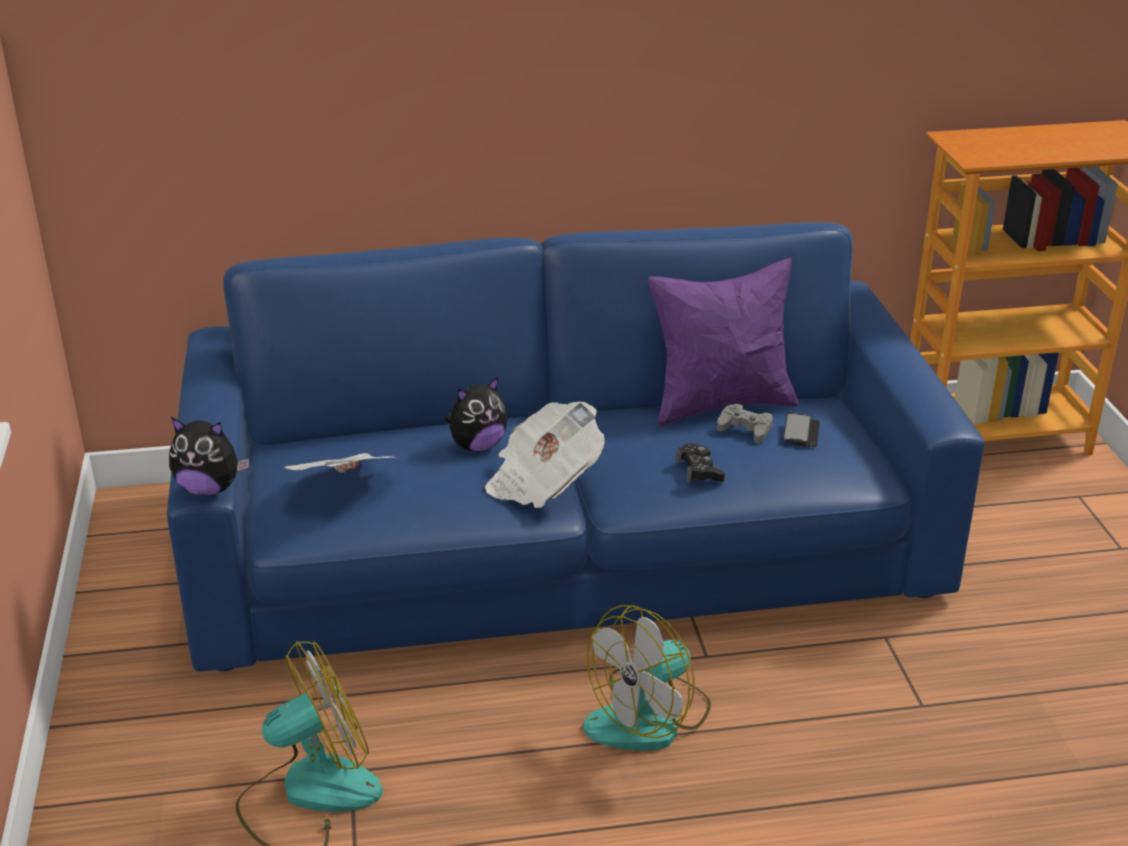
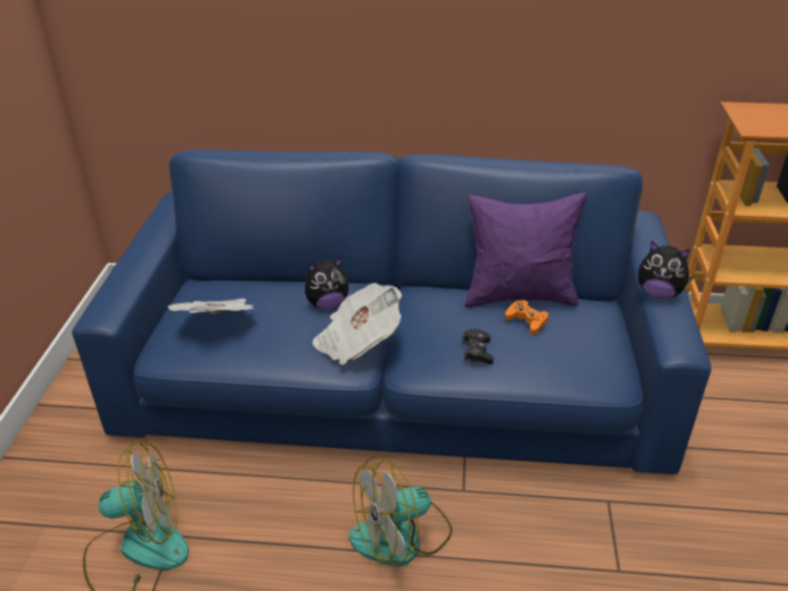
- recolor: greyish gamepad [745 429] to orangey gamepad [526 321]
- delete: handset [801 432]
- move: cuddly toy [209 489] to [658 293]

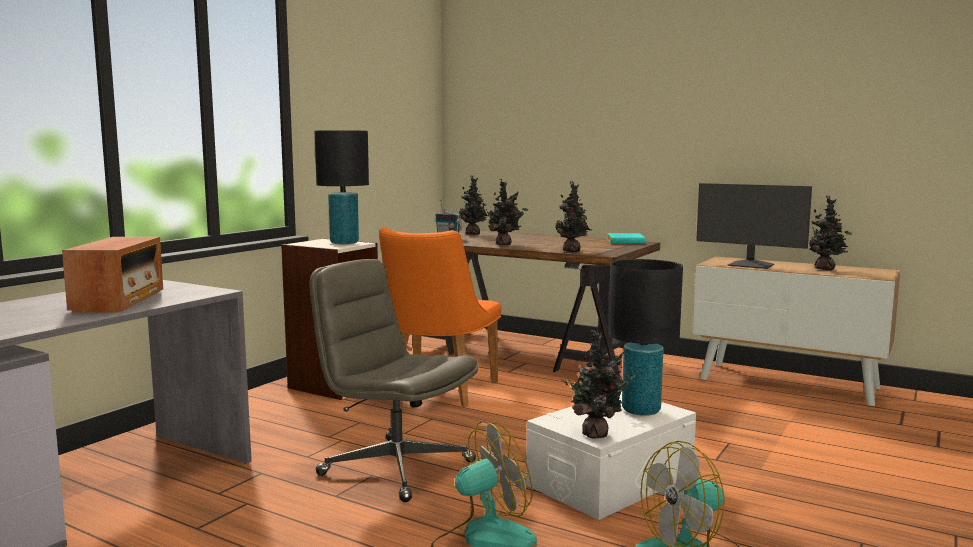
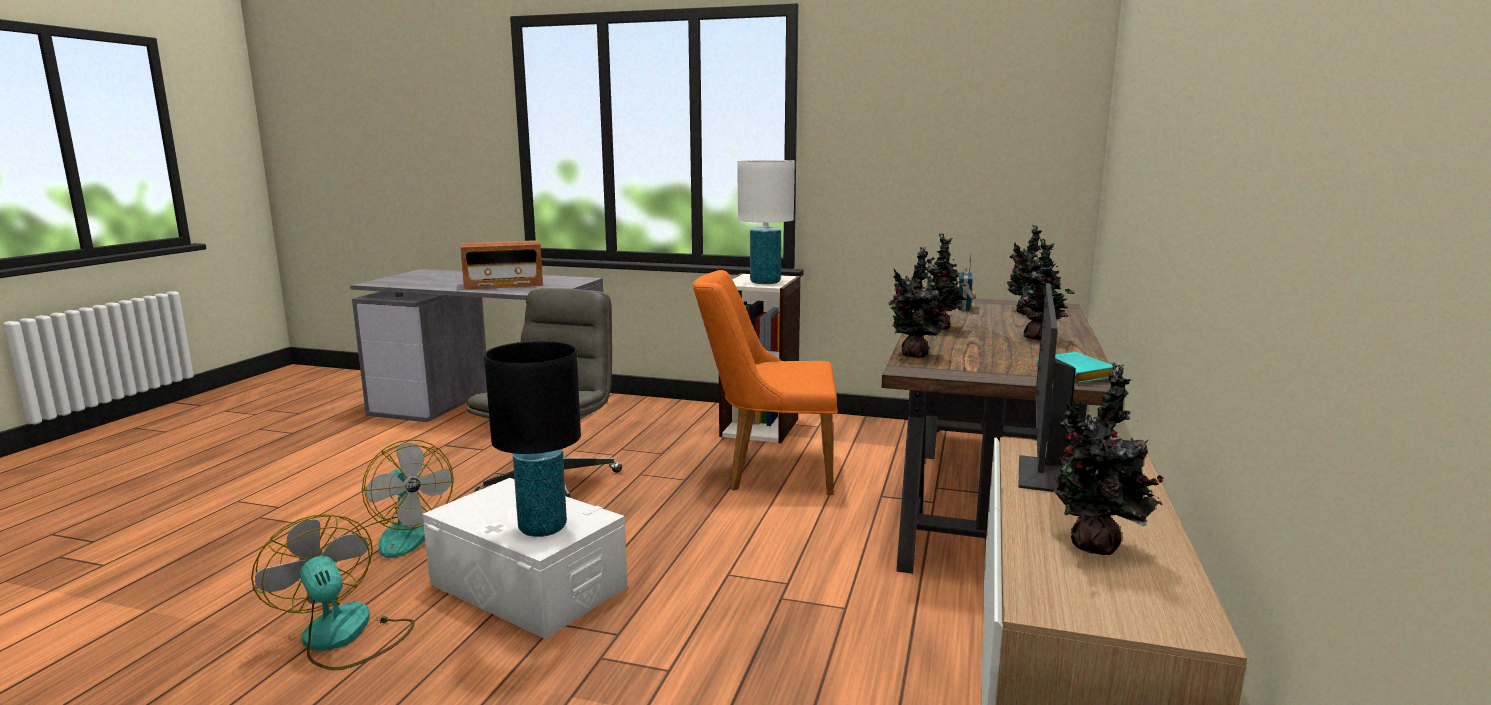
- recolor: black-coloured lamp for a table [344 243] to white-coloured lamp for a table [765 282]
- move: potted plant [597 434] to [1039 338]

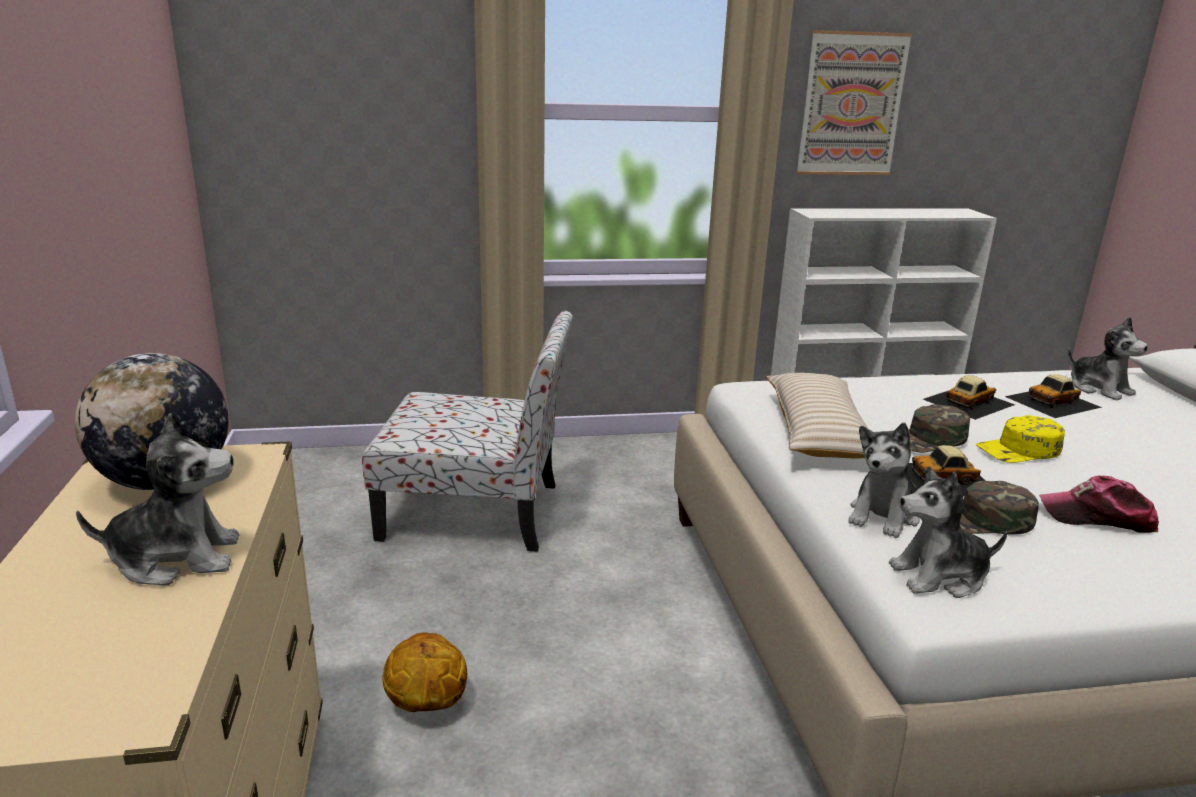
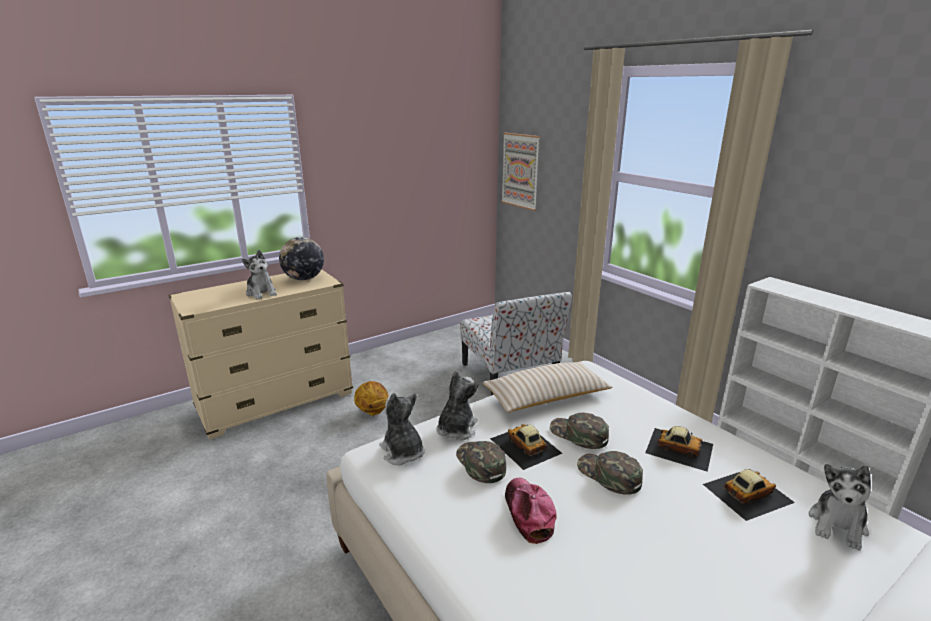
- move: wall picture [851 104] to [520 171]
- rotate: toy car [1053 402] = [747 493] 120 degrees clockwise
- recolor: yellowish peaked cap [1019 450] to green-coloured peaked cap [608 475]
- rotate: cuddly toy [884 515] = [456 429] 105 degrees clockwise

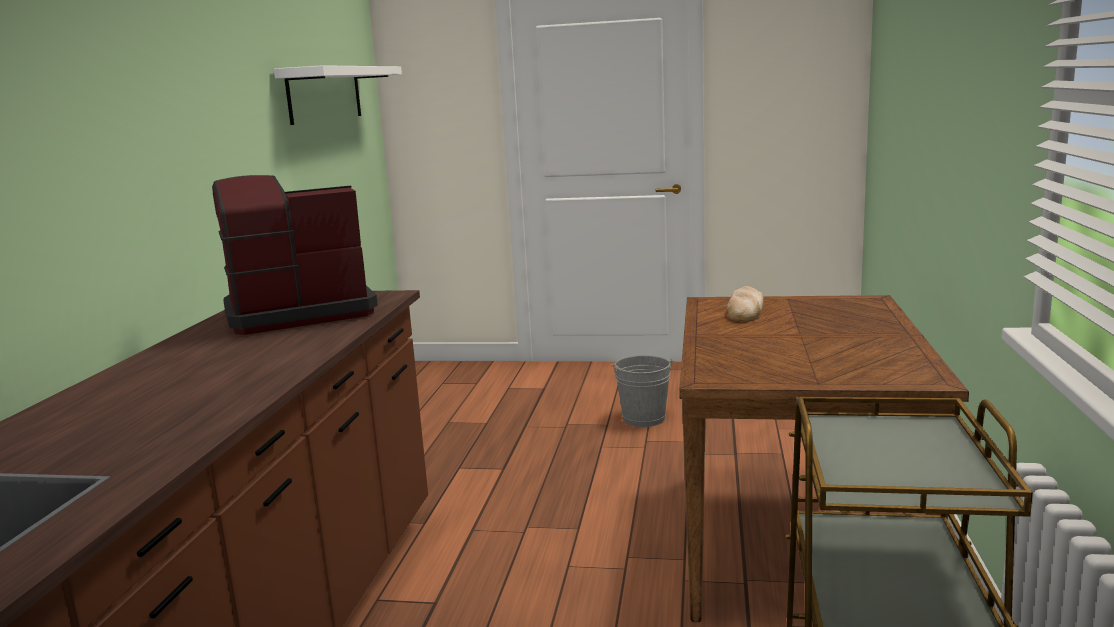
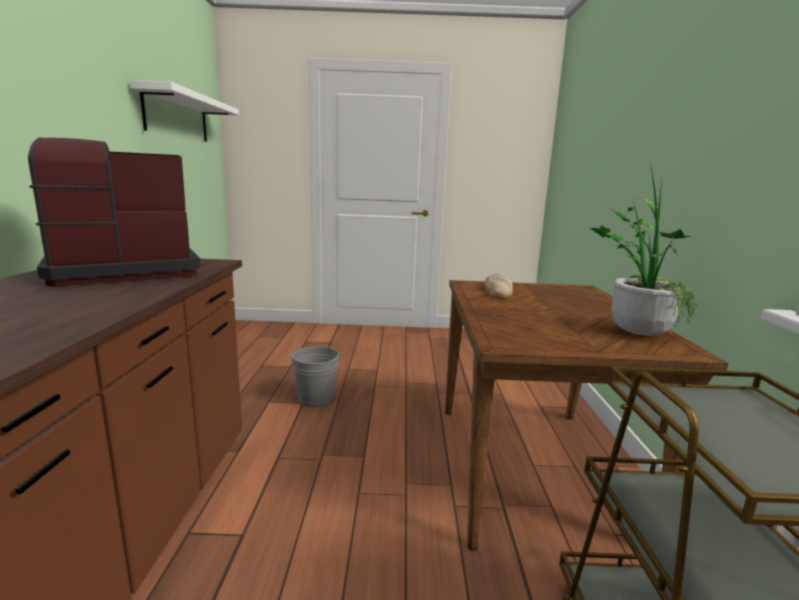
- move: greyish water bucket [643 418] to [316 399]
- insert: potted plant [632 329]

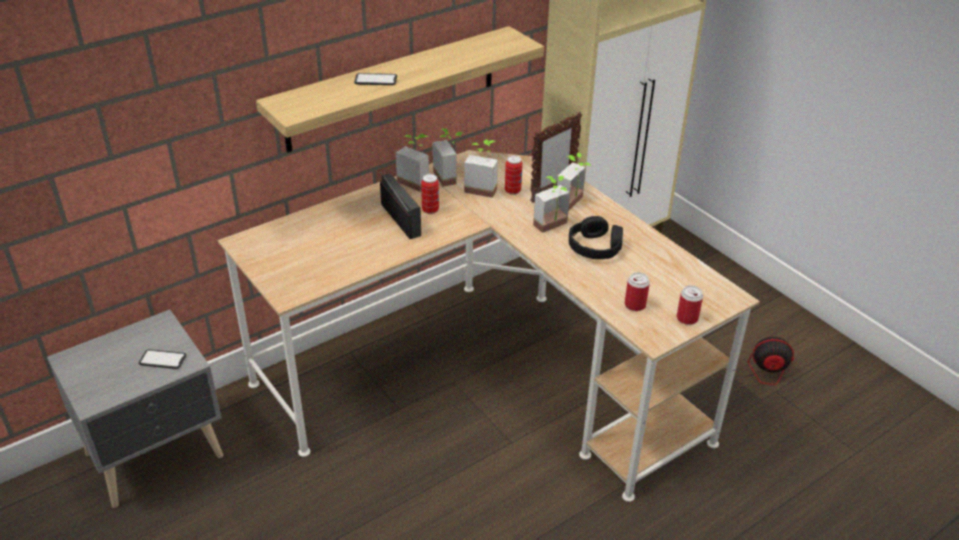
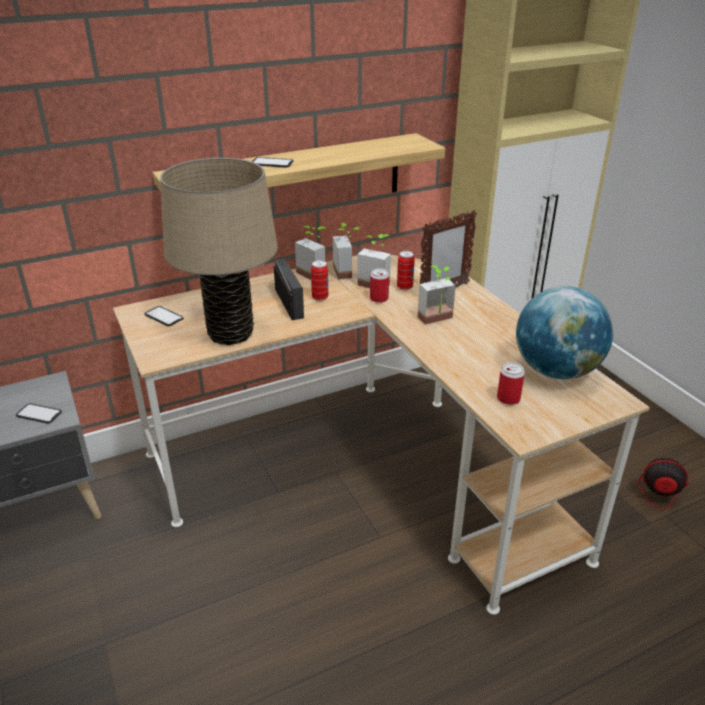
- delete: potted plant [574 203]
- delete: black-coloured headphones [595 247]
- move: sealed can [687 318] to [379 299]
- insert: sand-coloured lamp for a table [230 334]
- insert: desk globe [556 371]
- insert: handset [164 317]

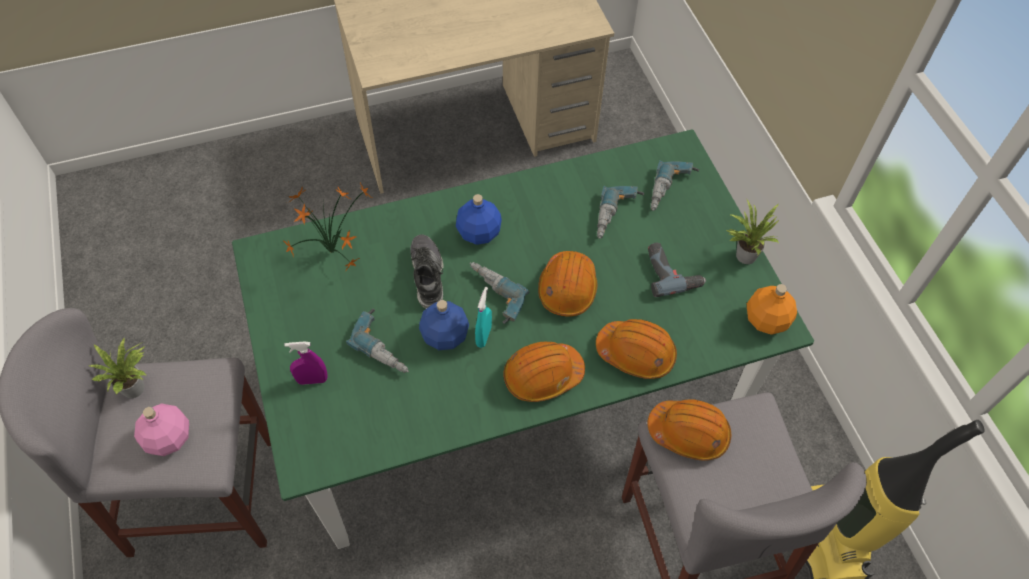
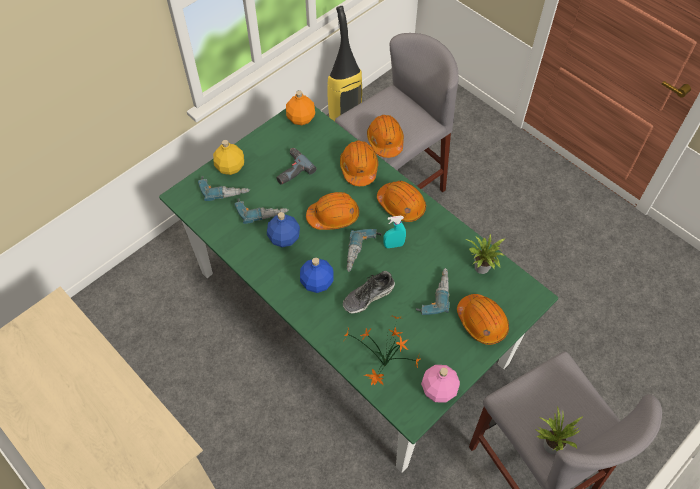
- move: potted plant [743 254] to [481 269]
- move: bluish bottle [444 336] to [284 238]
- replace: purplish hand sprayer [312 380] to orangey work helmet [482 322]
- move: pink bottle [168 438] to [439 390]
- insert: yellowish bottle [231 167]

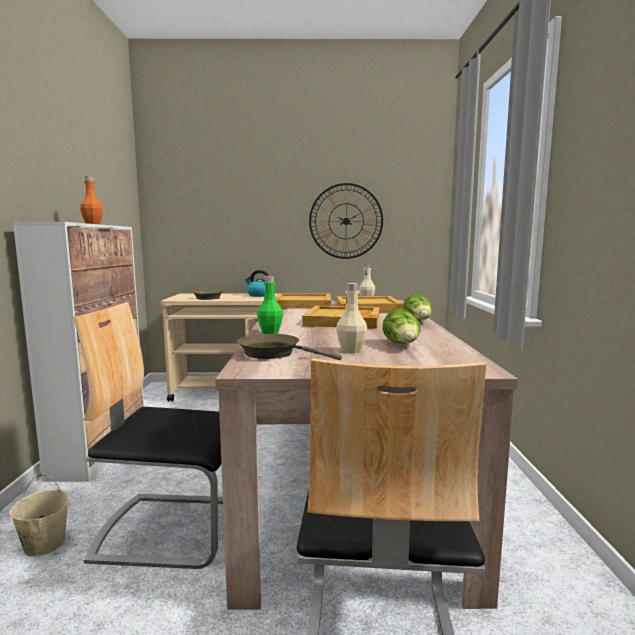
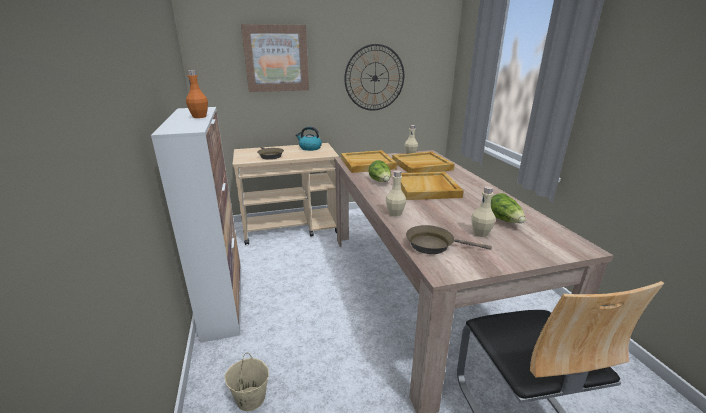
- recolor: green-coloured bottle [270 333] to sand-coloured bottle [395 213]
- move: lettuce head [418 322] to [380 181]
- delete: chair [171 527]
- insert: wall picture [276 58]

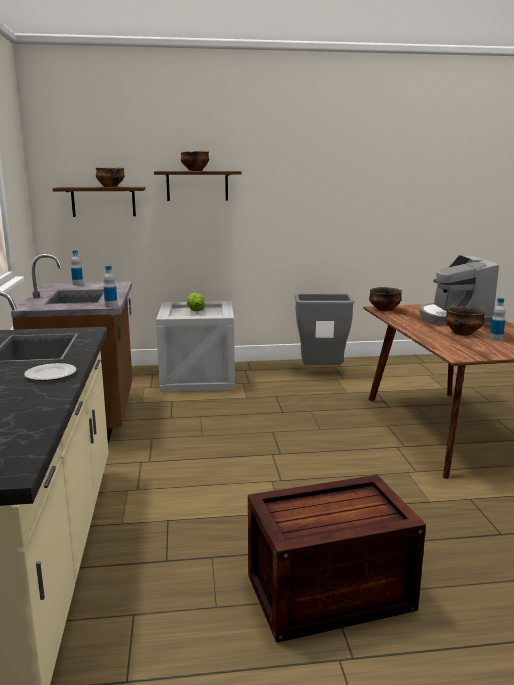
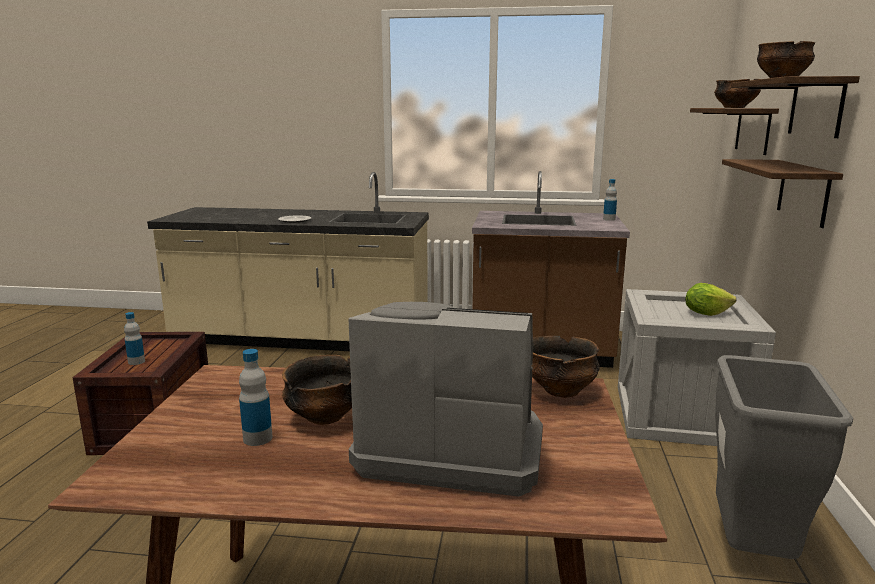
- move: bottle [111 306] to [136 362]
- insert: wall shelf [803 192]

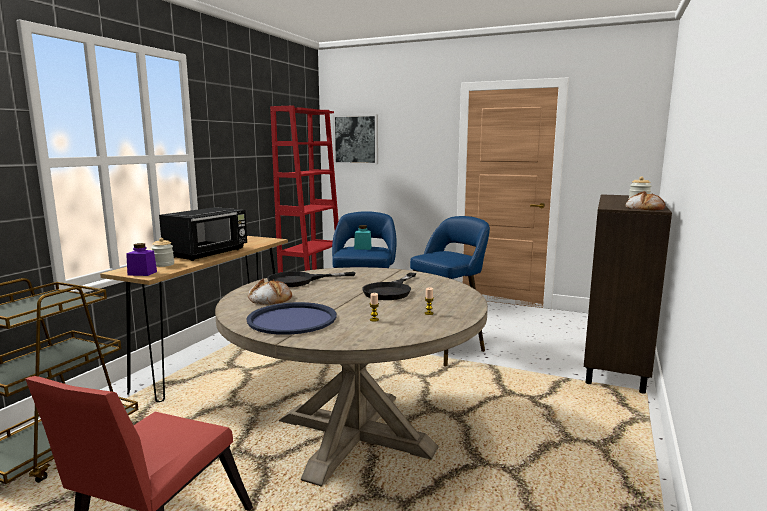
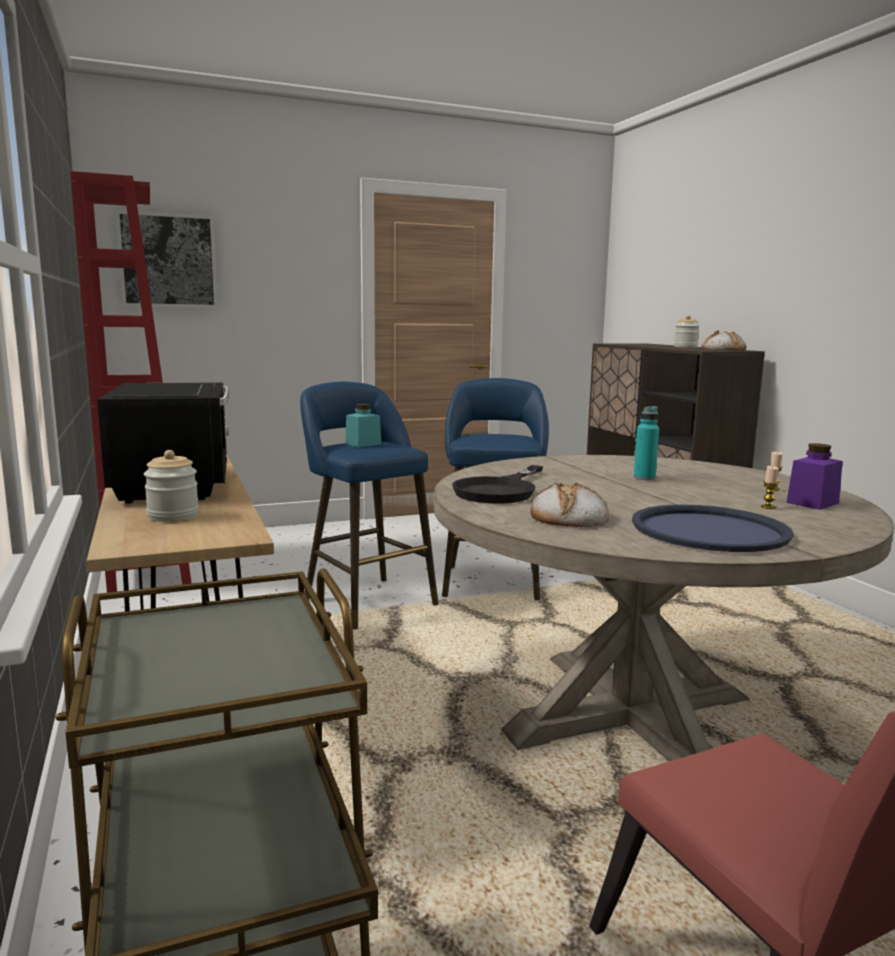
- move: purplish jar [142 273] to [812 503]
- replace: black-coloured skillet [390 291] to blue-green bottle [644 478]

